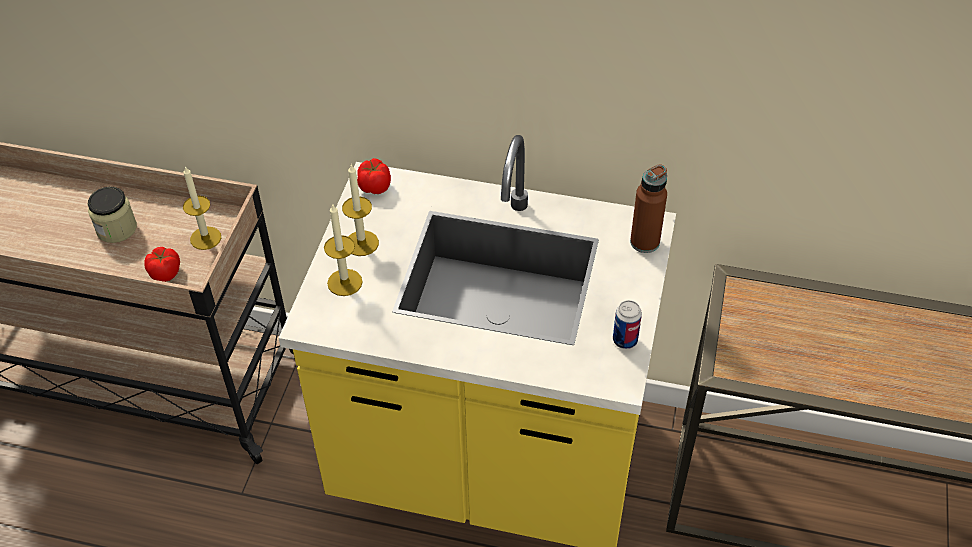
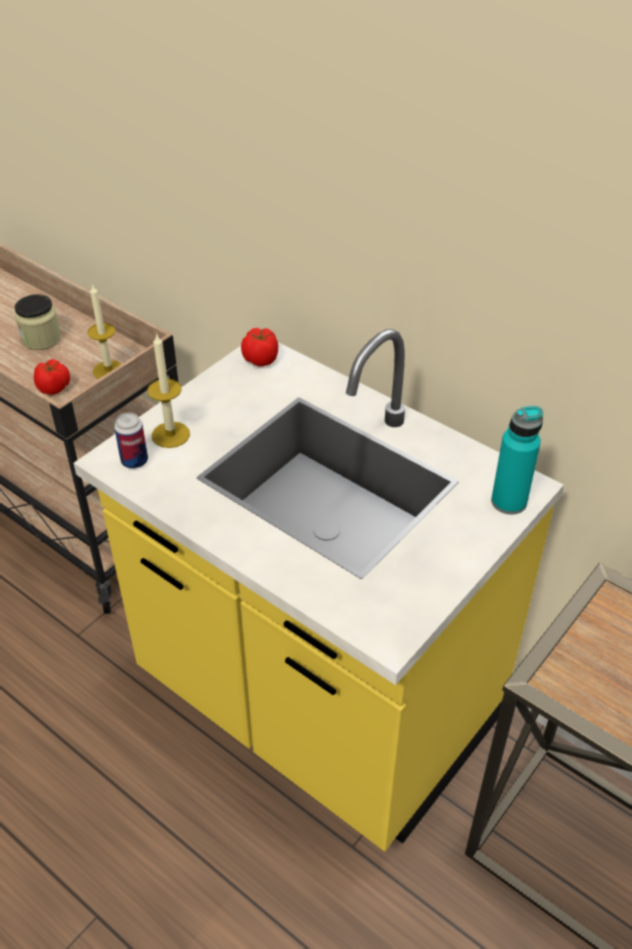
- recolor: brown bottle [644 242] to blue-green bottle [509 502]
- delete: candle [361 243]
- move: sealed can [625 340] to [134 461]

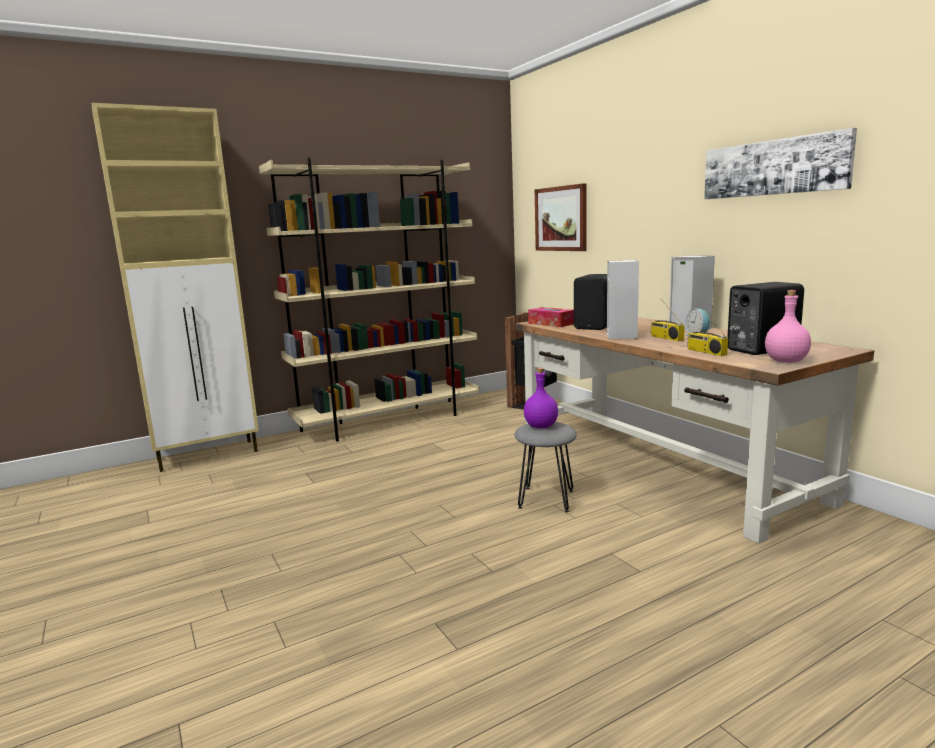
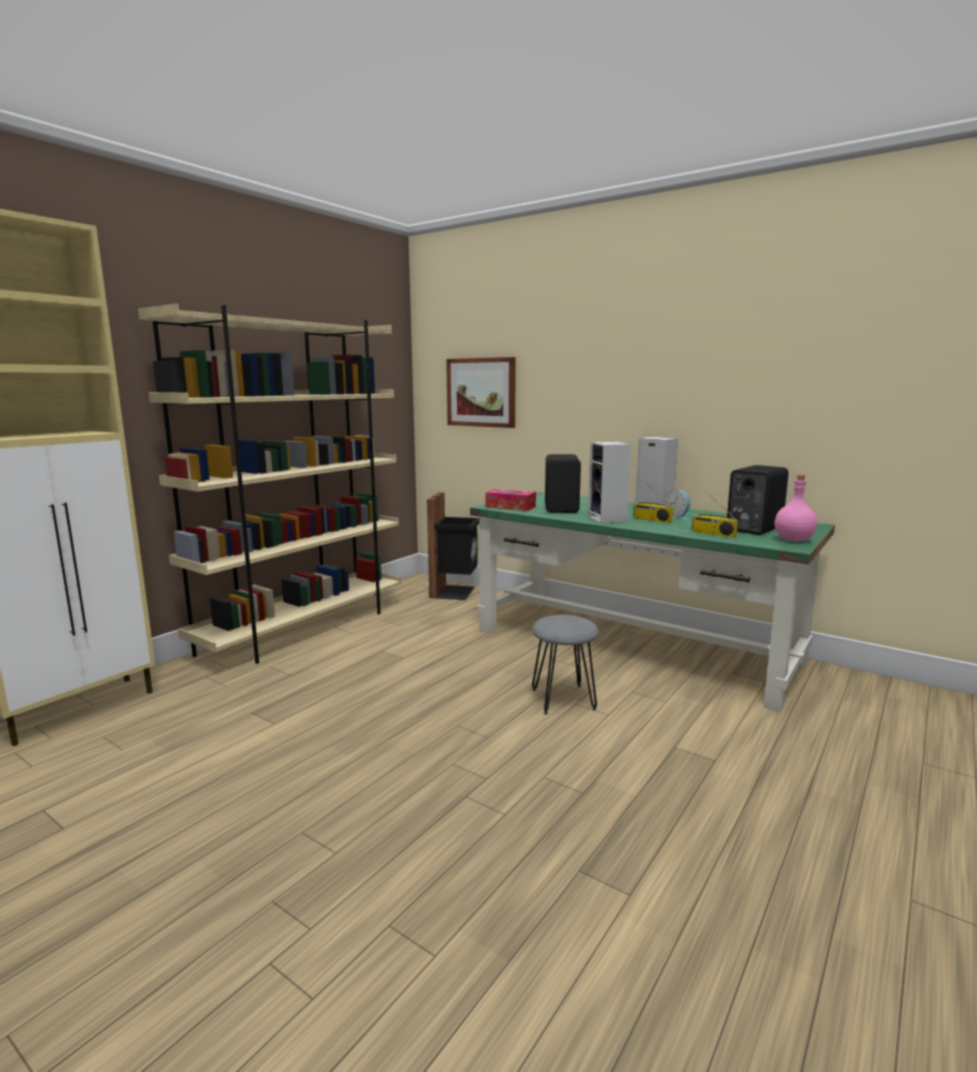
- delete: wall picture [774 167]
- recolor: brown desk table [660 465] to green-coloured desk table [634 645]
- delete: purplish bottle [540 426]

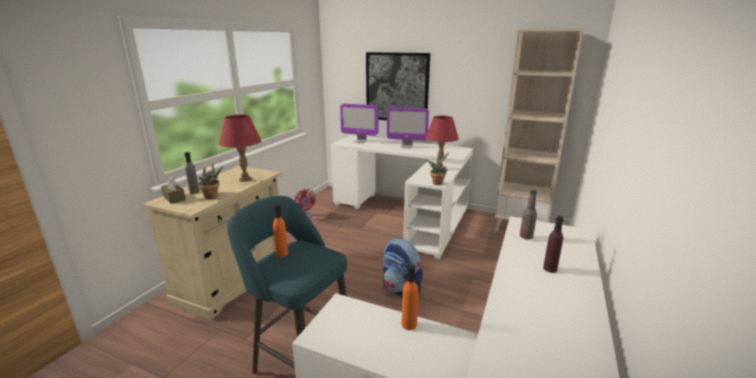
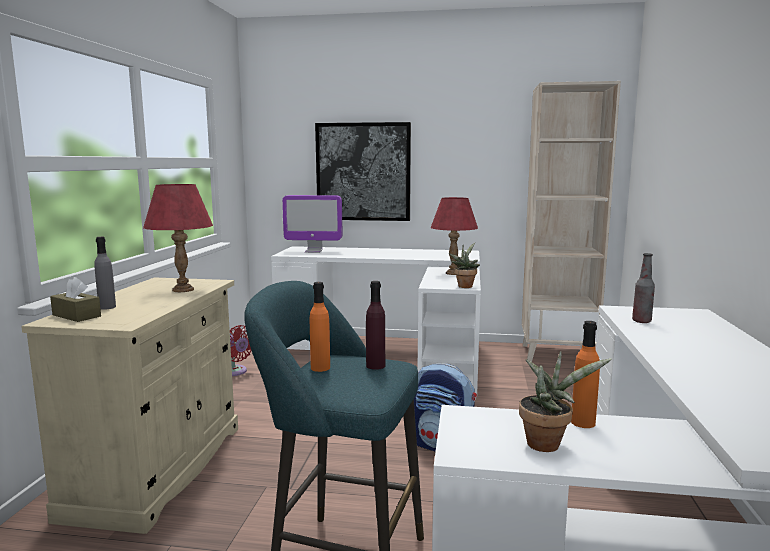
- delete: computer display [407 146]
- move: potted plant [213 197] to [547 443]
- move: purplish bottle [550 269] to [375 366]

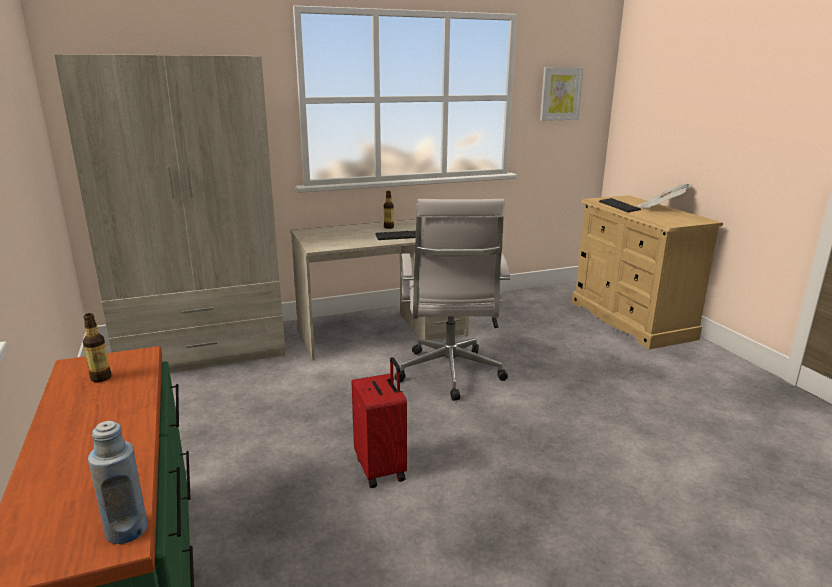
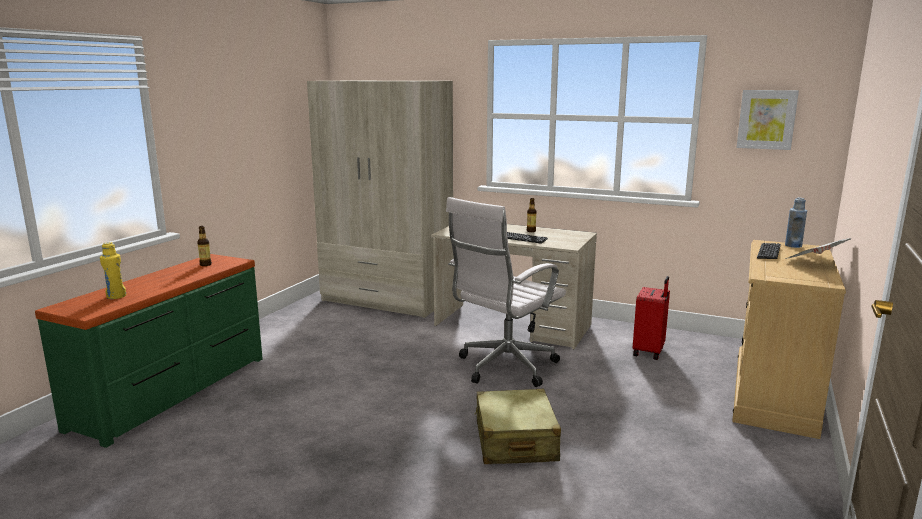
- move: red-coloured piece of luggage [381 468] to [649 351]
- move: bluish bottle [126 530] to [793 246]
- insert: yellowish bottle [116 296]
- insert: sand-coloured piece of luggage [515 441]

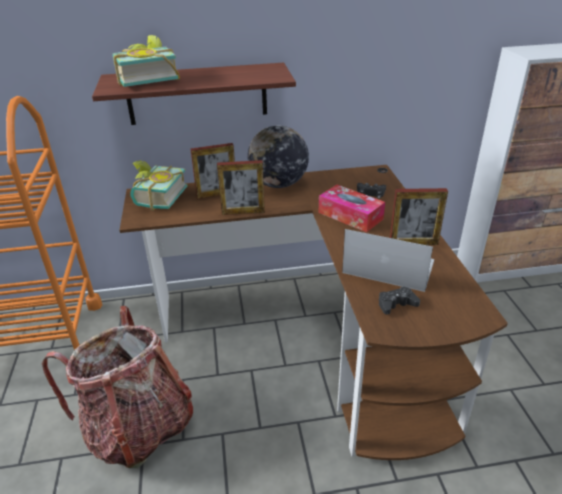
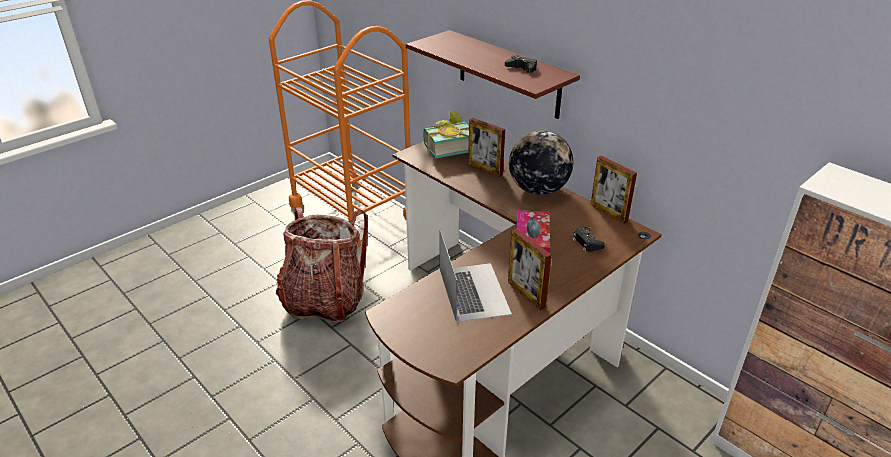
- delete: volume [146 79]
- move: standing frame [243 212] to [608 213]
- move: black-coloured gamepad [396 304] to [522 68]

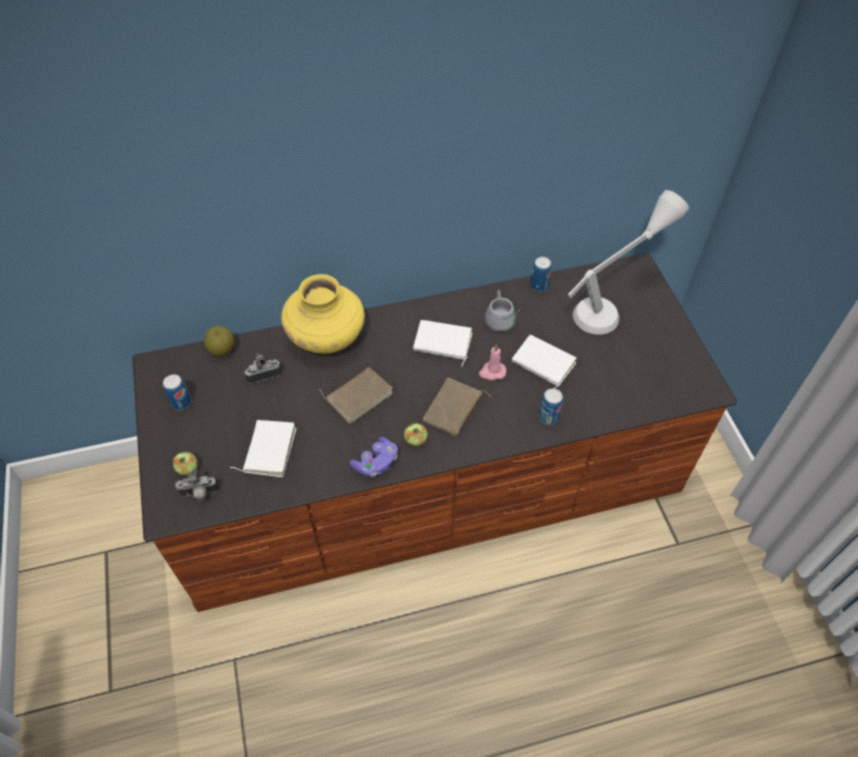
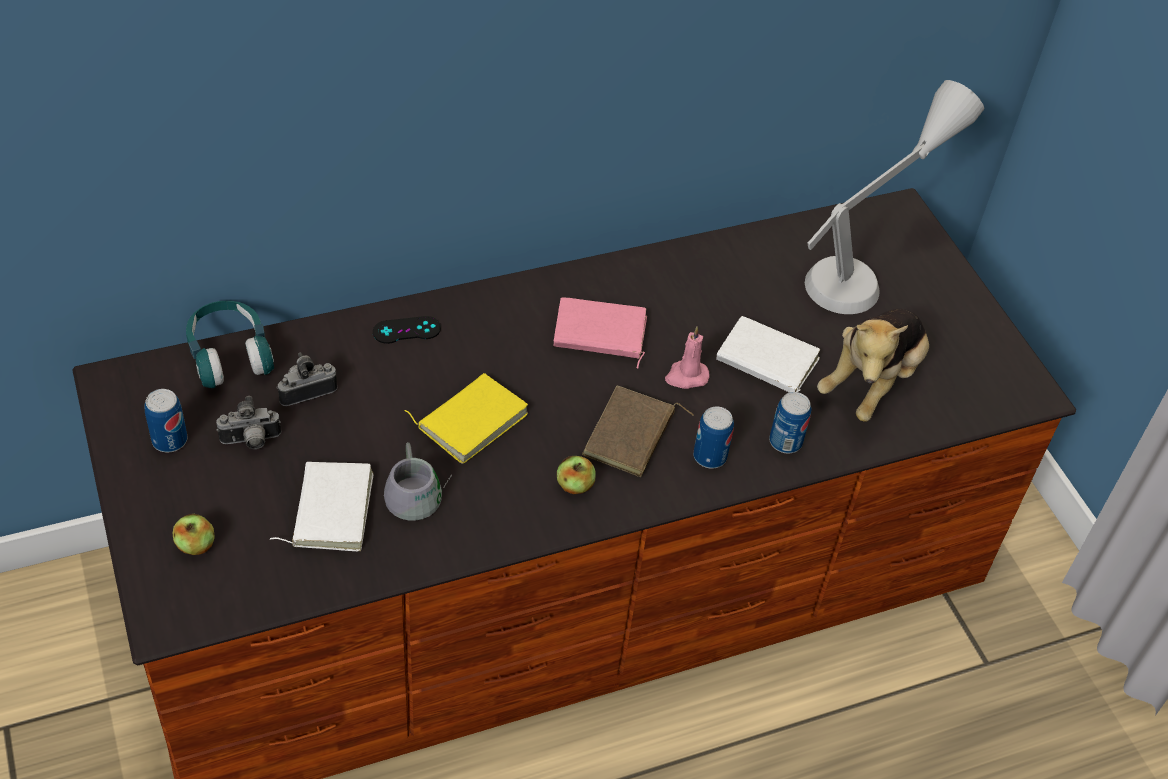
- move: sealed can [539 285] to [709 456]
- replace: yellowish decorative vase [327 338] to black-coloured gamepad [406 330]
- move: greyish coffee mug [502 316] to [418 492]
- recolor: white-coloured volume [442 343] to pink volume [599 335]
- replace: whole apple [222 350] to blue-green headphones [229 354]
- recolor: brown volume [358 395] to yellowish volume [471 419]
- delete: purplish gamepad [376 463]
- move: still camera [199 495] to [251 441]
- insert: cuddly toy [871 382]

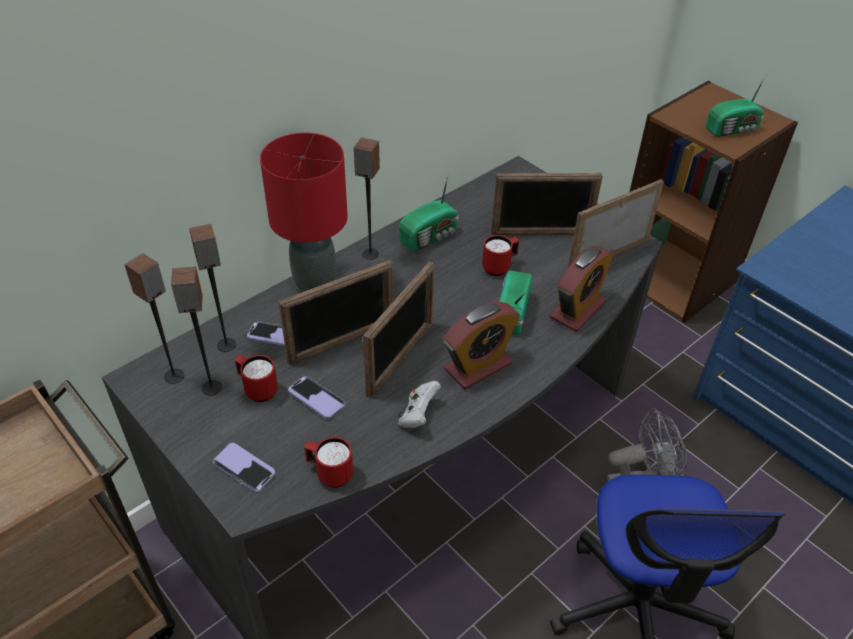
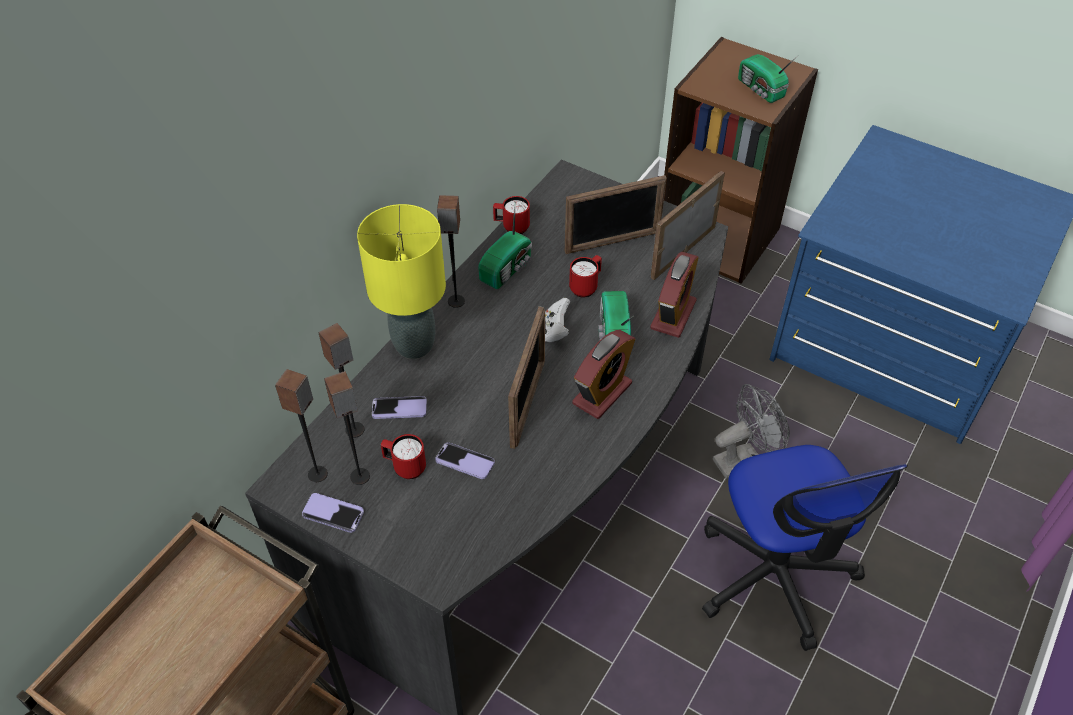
- rotate: radio set [733 129] = [761 90] 90 degrees clockwise
- recolor: red-coloured lamp for a table [314 283] to yellowish lamp for a table [413 345]
- delete: standing frame [341 342]
- move: white-coloured gamepad [418 415] to [555 330]
- move: red-coloured coffee mug [330 474] to [511 227]
- move: handset [244 469] to [333 514]

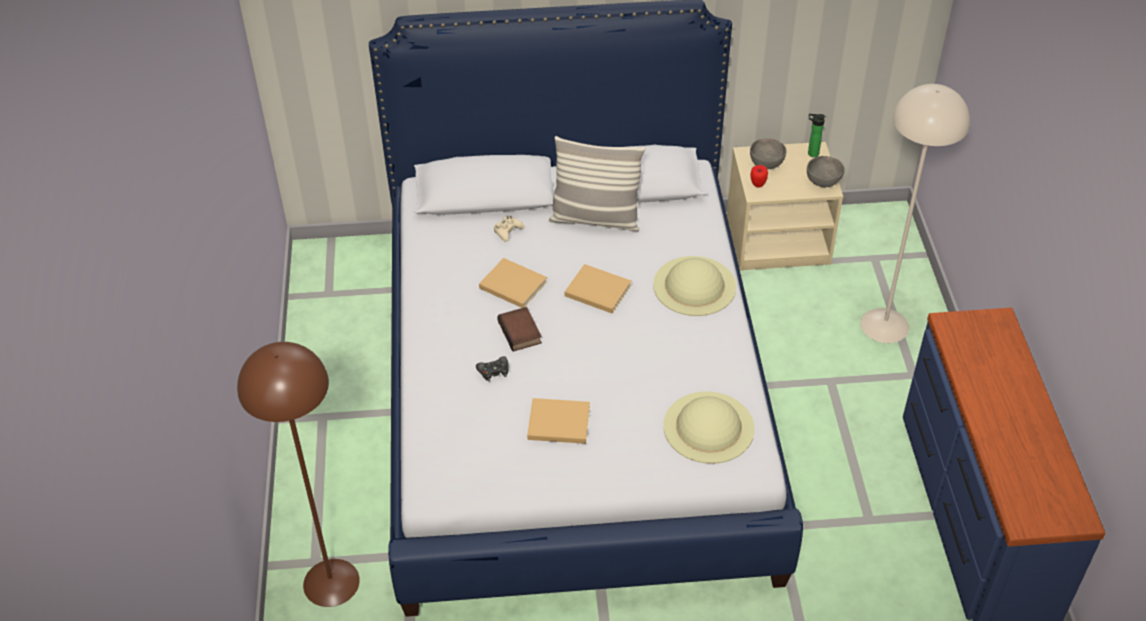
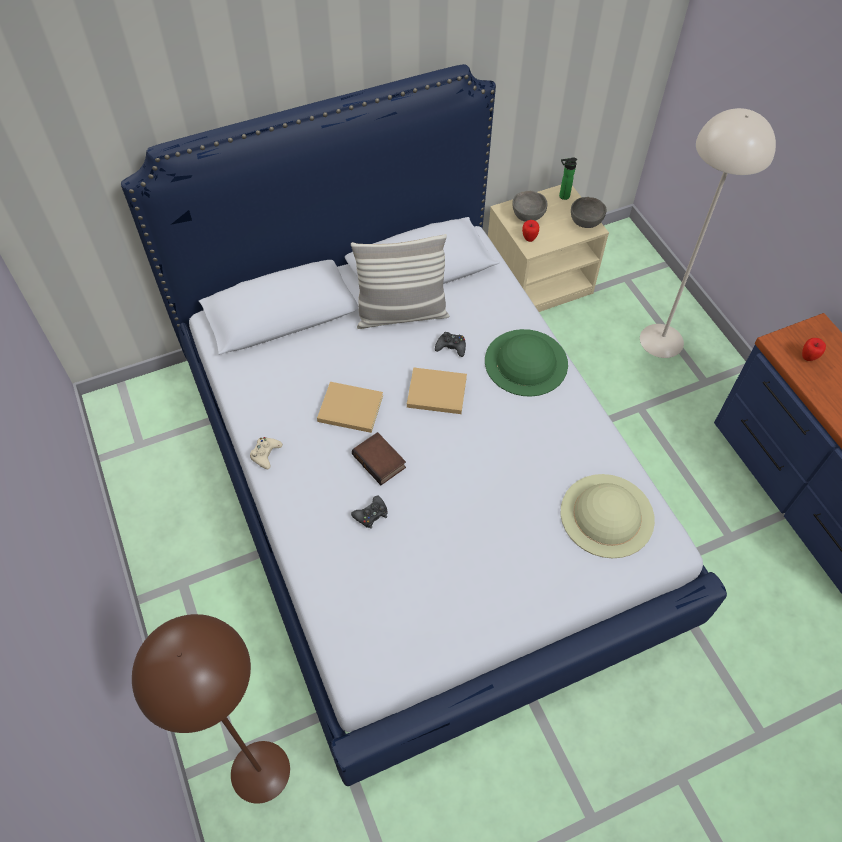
- move: sand-coloured gamepad [507 231] to [265 454]
- recolor: sand-coloured clothing hat [694 285] to green-coloured clothing hat [526 362]
- delete: sand-coloured volume [556 422]
- insert: black-coloured gamepad [451 347]
- insert: whole apple [808 358]

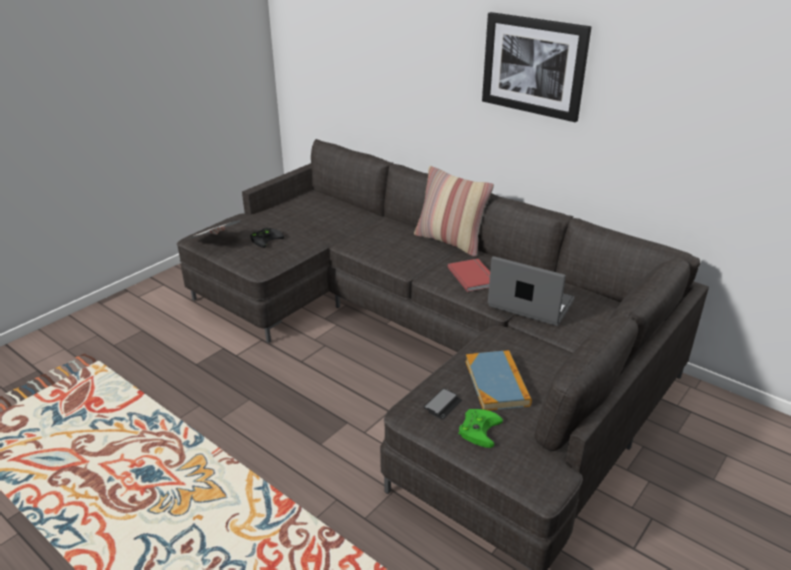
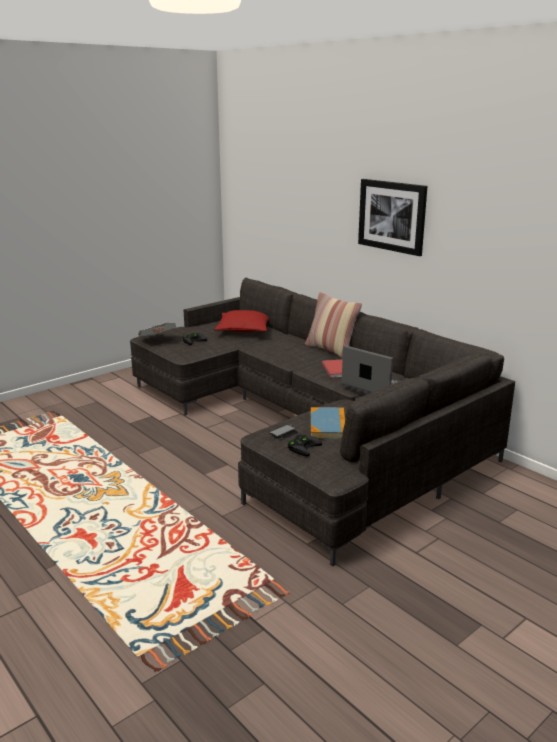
- recolor: green-coloured gamepad [478 428] to black-coloured gamepad [303 446]
- insert: red-coloured throw pillow [243 329]

